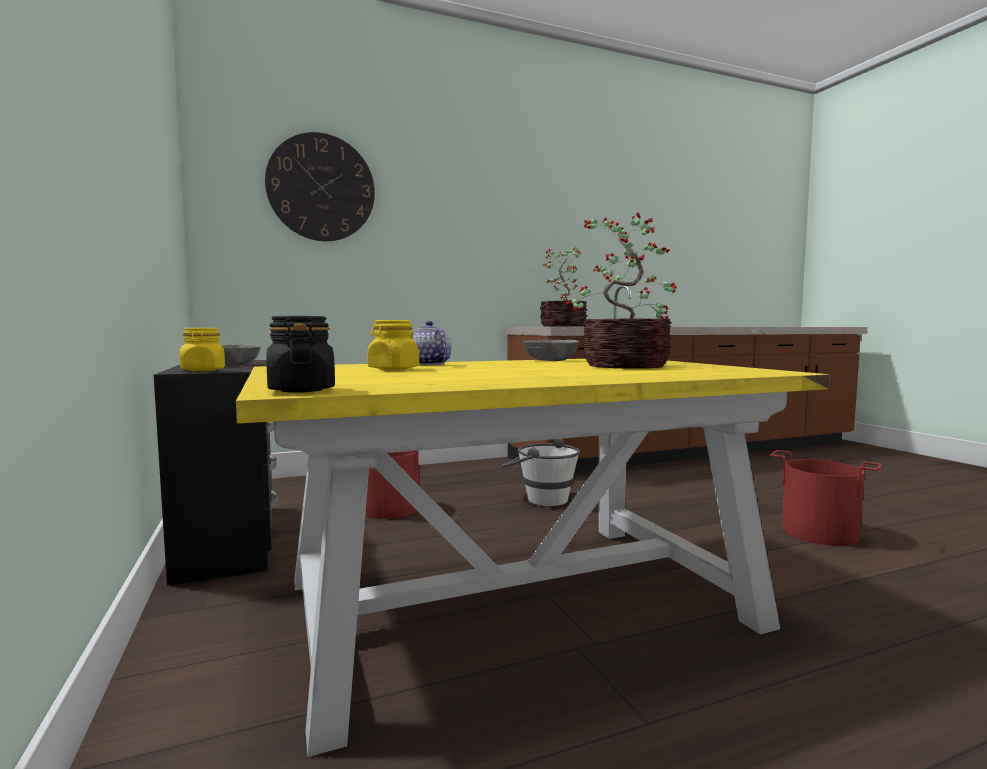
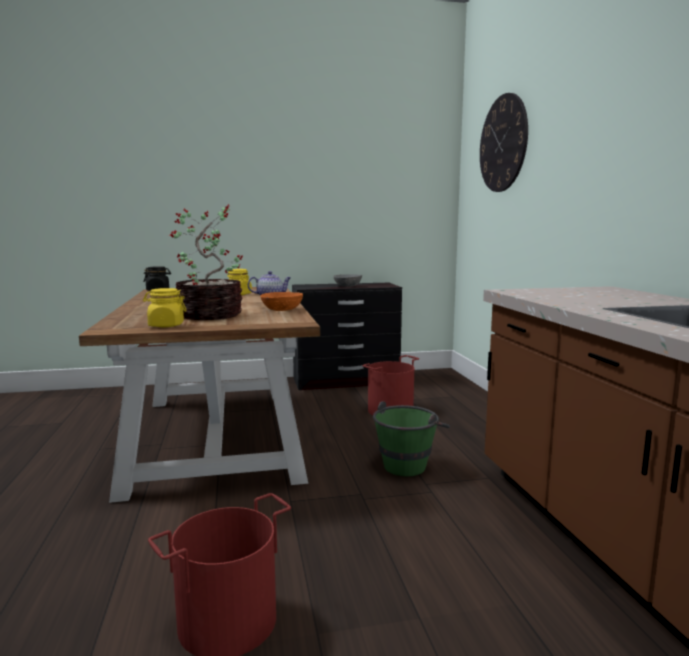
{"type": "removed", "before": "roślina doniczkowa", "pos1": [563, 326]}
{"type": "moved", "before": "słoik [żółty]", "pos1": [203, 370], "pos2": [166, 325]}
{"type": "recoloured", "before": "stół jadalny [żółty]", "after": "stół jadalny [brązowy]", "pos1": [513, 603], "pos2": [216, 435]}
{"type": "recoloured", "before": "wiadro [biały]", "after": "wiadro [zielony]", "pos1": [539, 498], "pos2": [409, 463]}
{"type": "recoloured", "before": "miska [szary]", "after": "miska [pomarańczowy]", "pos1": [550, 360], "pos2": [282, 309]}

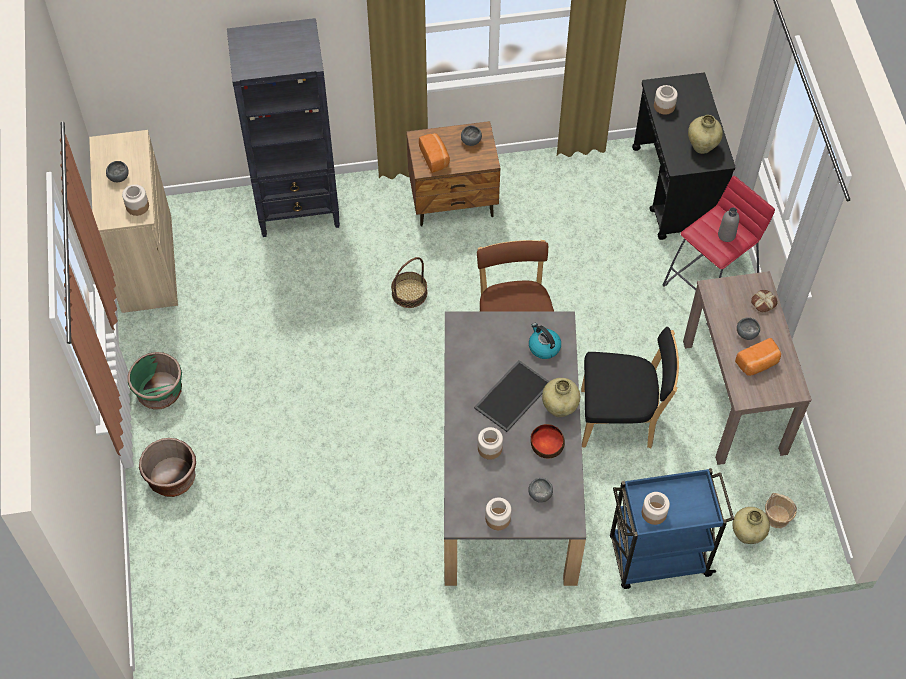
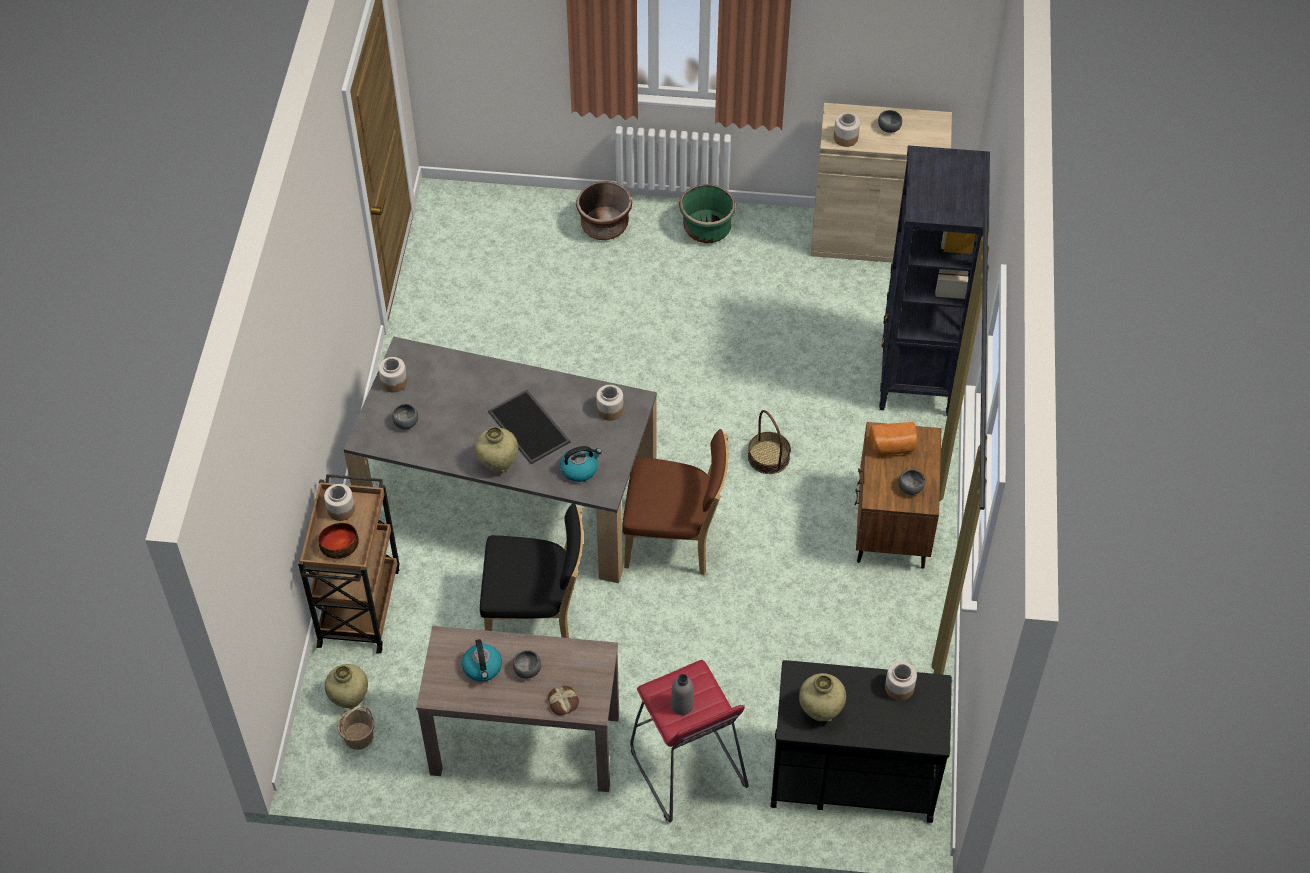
{"type": "moved", "before": "słoik", "pos1": [490, 448], "pos2": [609, 410]}
{"type": "moved", "before": "miska", "pos1": [546, 444], "pos2": [340, 545]}
{"type": "replaced", "before": "chleb", "after": "czajnik", "pos1": [757, 364], "pos2": [482, 668]}
{"type": "recoloured", "before": "wózek [niebieski]", "after": "wózek [brązowy]", "pos1": [657, 557], "pos2": [359, 604]}
{"type": "turned", "before": "krzesło [czarny]", "pos1": [621, 419], "pos2": [536, 618], "turn": -105}

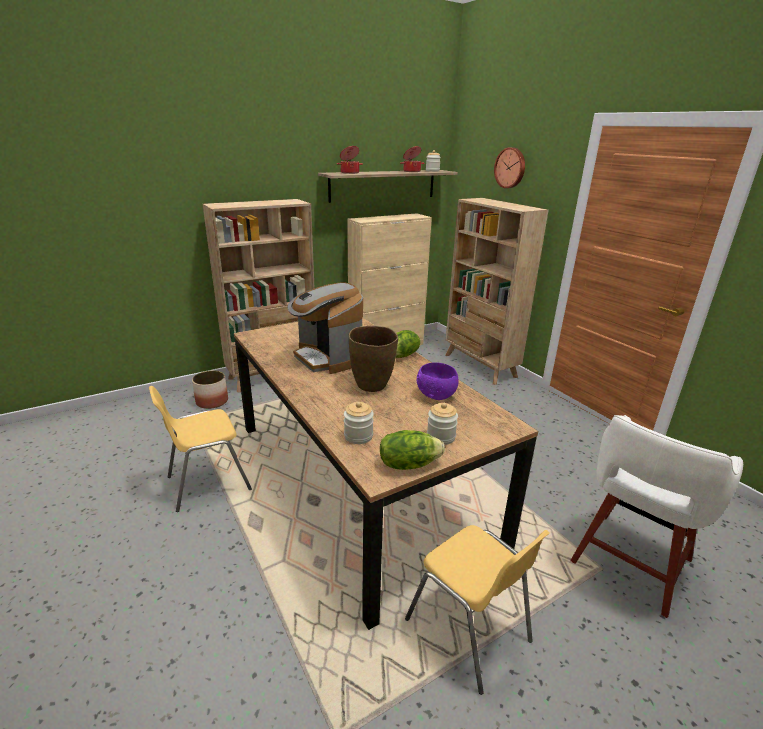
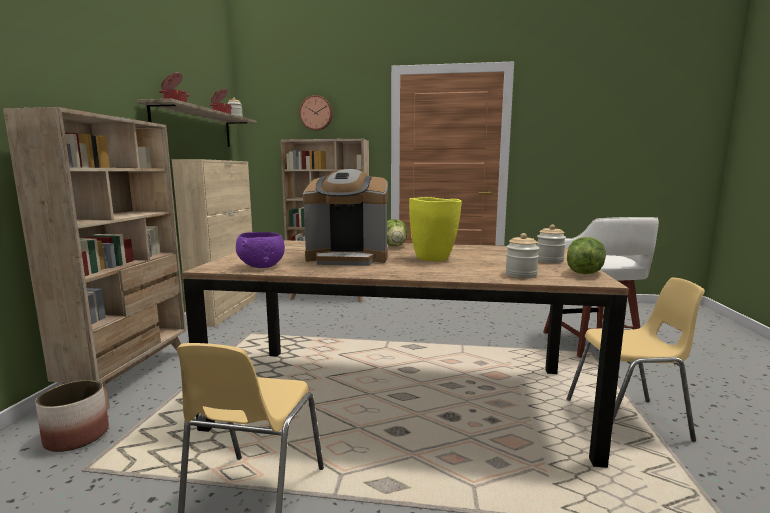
{"type": "moved", "before": "miska [fioletowy]", "pos1": [436, 395], "pos2": [262, 266]}
{"type": "recoloured", "before": "wazon [brązowy]", "after": "wazon [żółty]", "pos1": [372, 385], "pos2": [433, 258]}

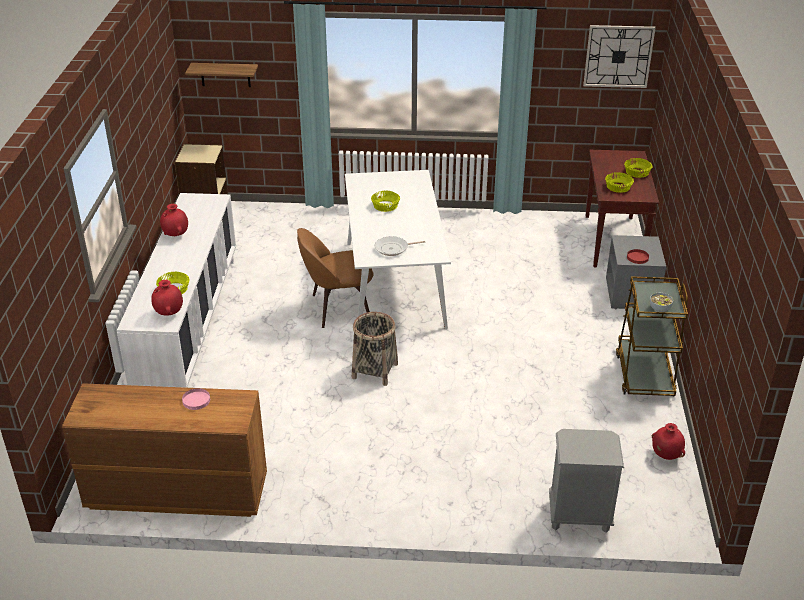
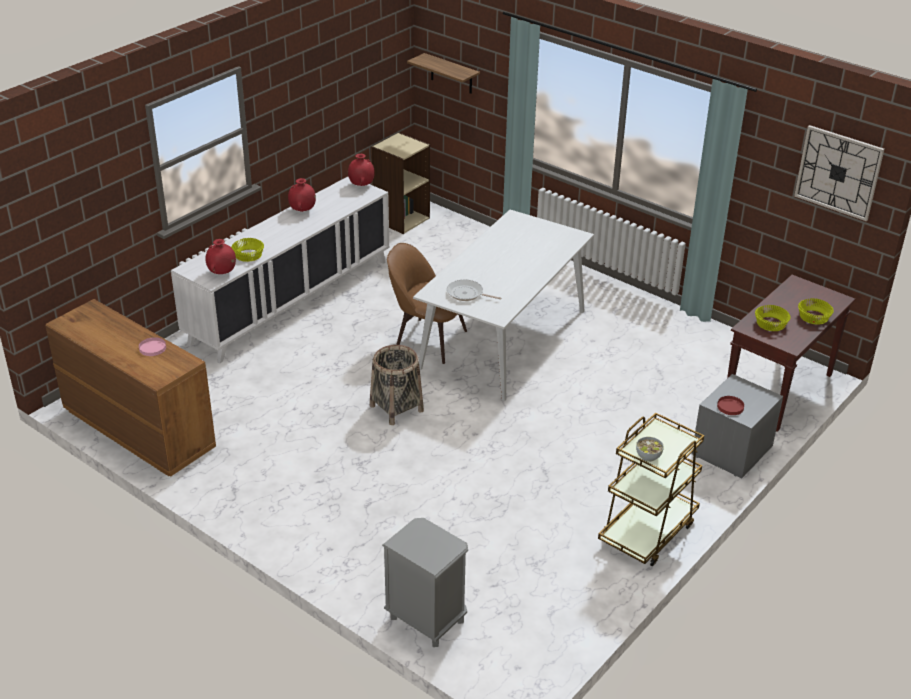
{"type": "removed", "before": "miska [żółty]", "pos1": [385, 206]}
{"type": "moved", "before": "wazon [czerwony]", "pos1": [665, 455], "pos2": [361, 185]}

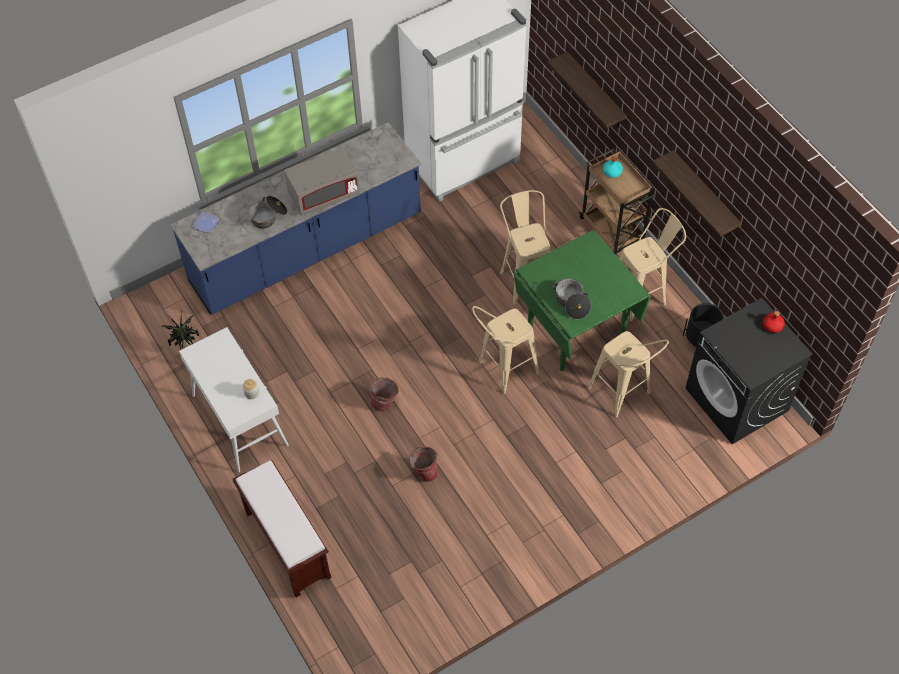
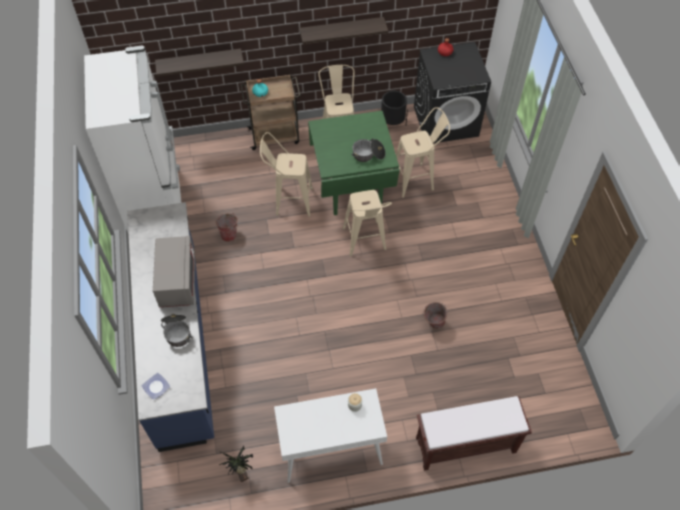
{"type": "moved", "before": "wiadro", "pos1": [385, 403], "pos2": [230, 234]}

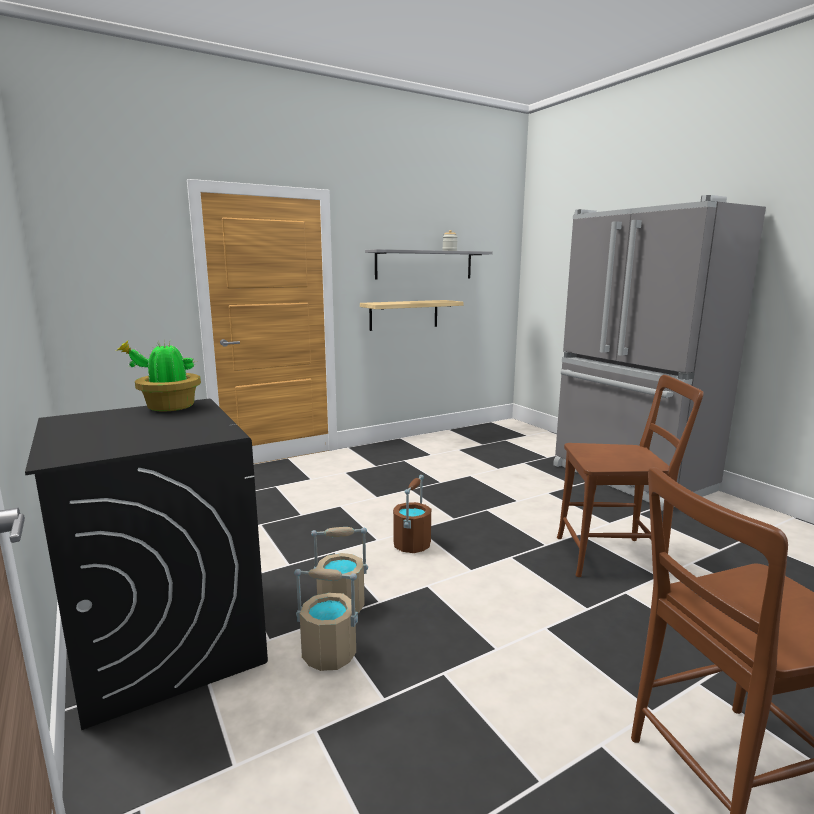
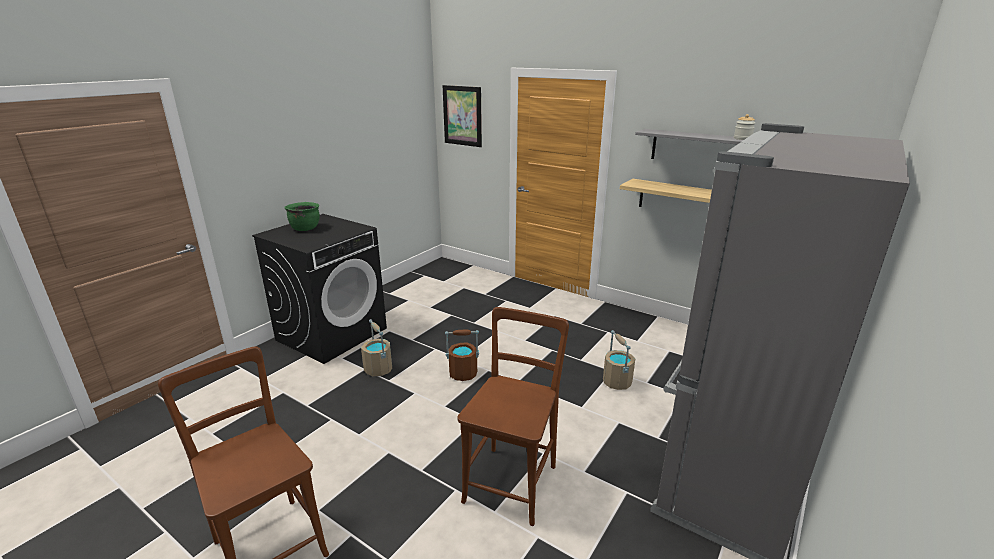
{"type": "removed", "before": "roślina doniczkowa", "pos1": [168, 407]}
{"type": "added", "after": "garnek [zielony]", "pos2": [305, 228]}
{"type": "added", "after": "obraz", "pos2": [462, 116]}
{"type": "moved", "before": "wiadro [beżowy]", "pos1": [329, 654], "pos2": [616, 382]}
{"type": "turned", "before": "krzesło [brązowy]", "pos1": [614, 557], "pos2": [513, 479], "turn": -135}

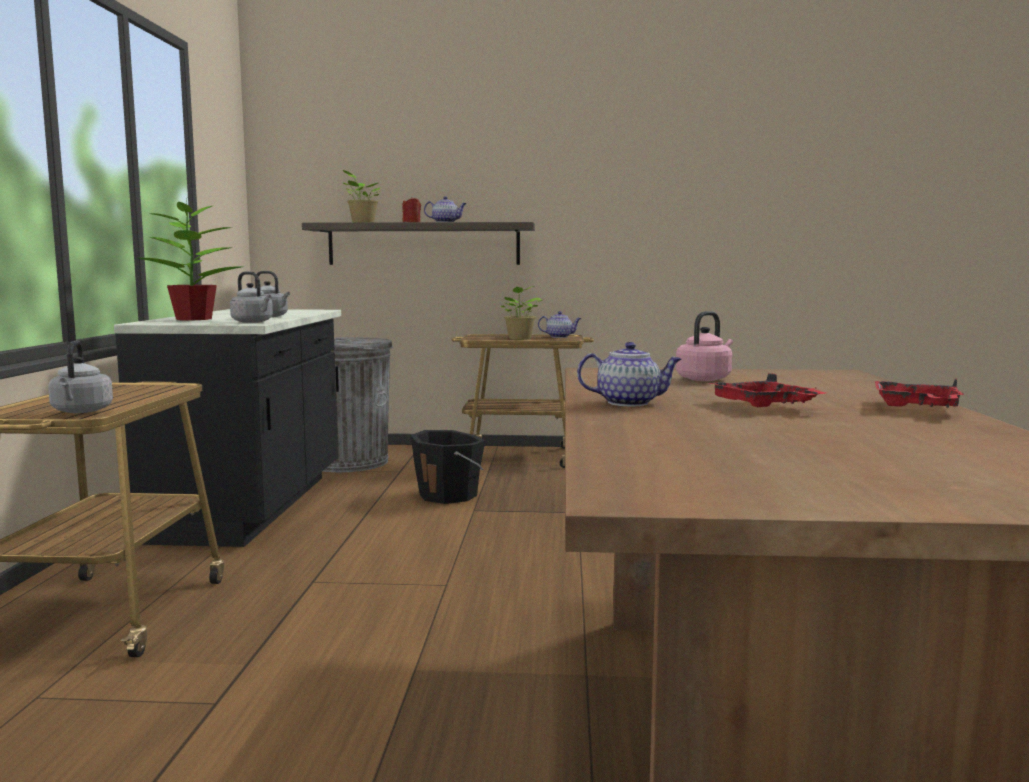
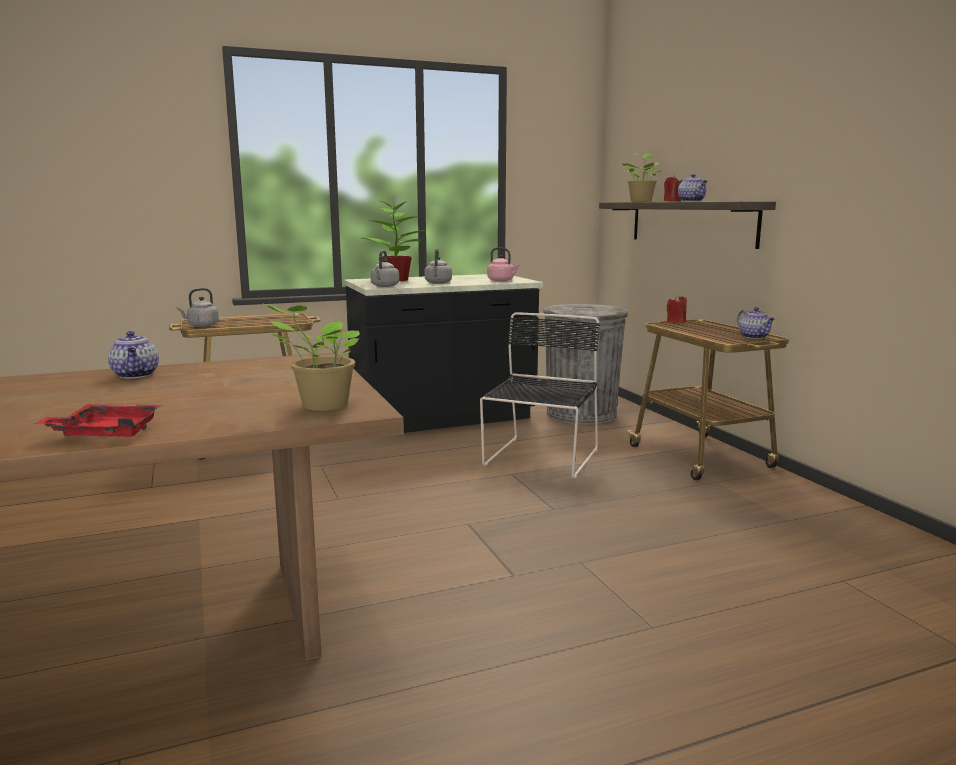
{"type": "removed", "before": "taca [czerwony]", "pos1": [764, 406]}
{"type": "added", "after": "świeca [czerwony]", "pos2": [676, 322]}
{"type": "moved", "before": "roślina doniczkowa", "pos1": [519, 339], "pos2": [321, 406]}
{"type": "moved", "before": "czajnik [różowy]", "pos1": [705, 379], "pos2": [502, 281]}
{"type": "replaced", "before": "wiadro [czarny]", "after": "krzesło [czarny]", "pos1": [449, 495], "pos2": [540, 458]}

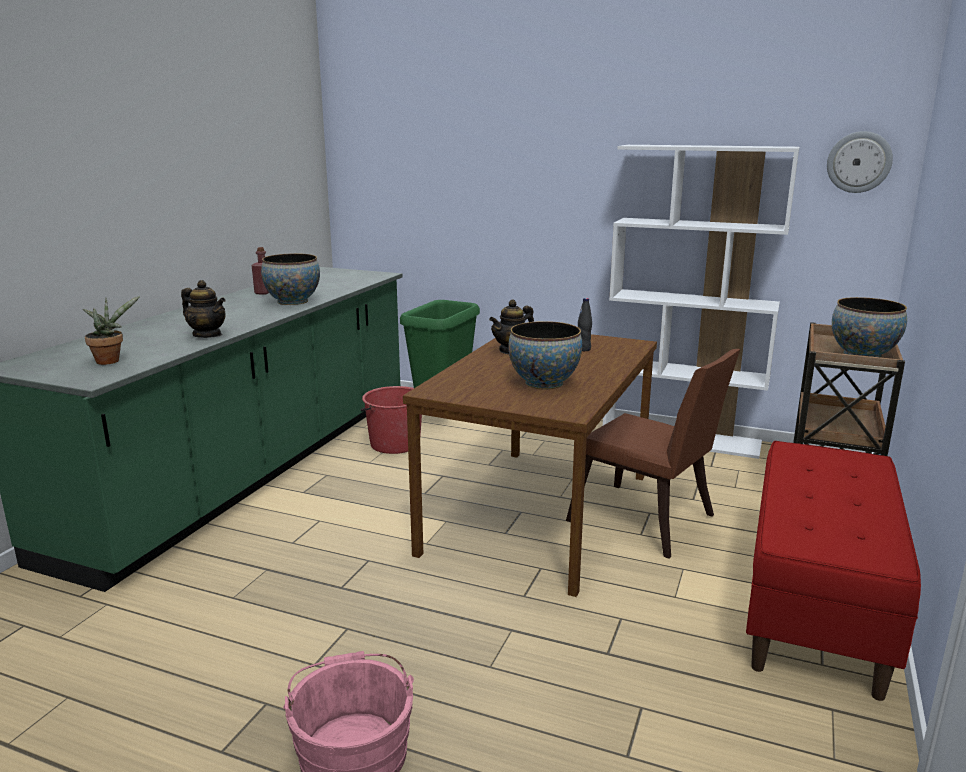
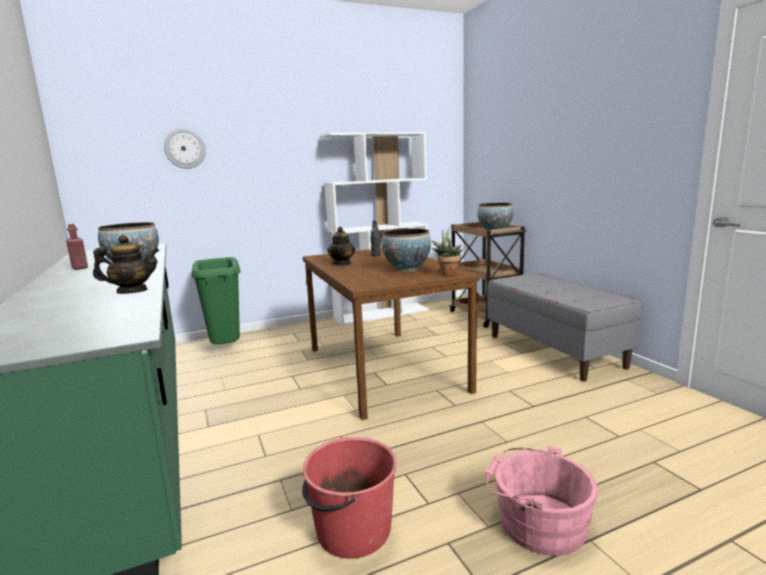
{"type": "removed", "before": "krzesło [brązowy]", "pos1": [648, 523]}
{"type": "moved", "before": "roślina doniczkowa", "pos1": [110, 360], "pos2": [447, 273]}
{"type": "moved", "before": "wiadro [czerwony]", "pos1": [394, 444], "pos2": [352, 530]}
{"type": "moved", "before": "zegar ścienny", "pos1": [859, 162], "pos2": [185, 148]}
{"type": "recoloured", "before": "ławka [czerwony]", "after": "ławka [szary]", "pos1": [816, 607], "pos2": [554, 351]}

